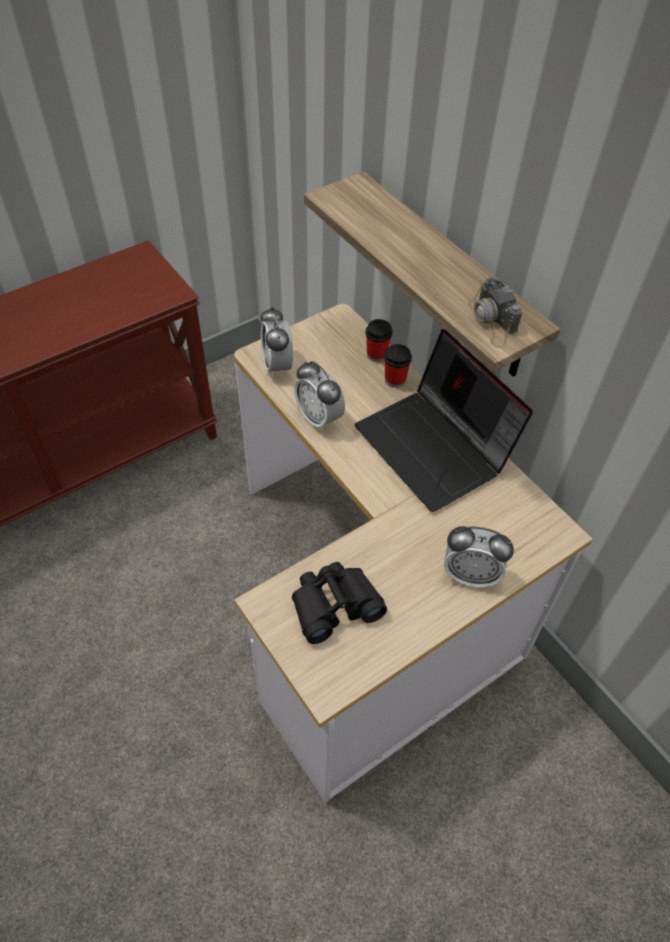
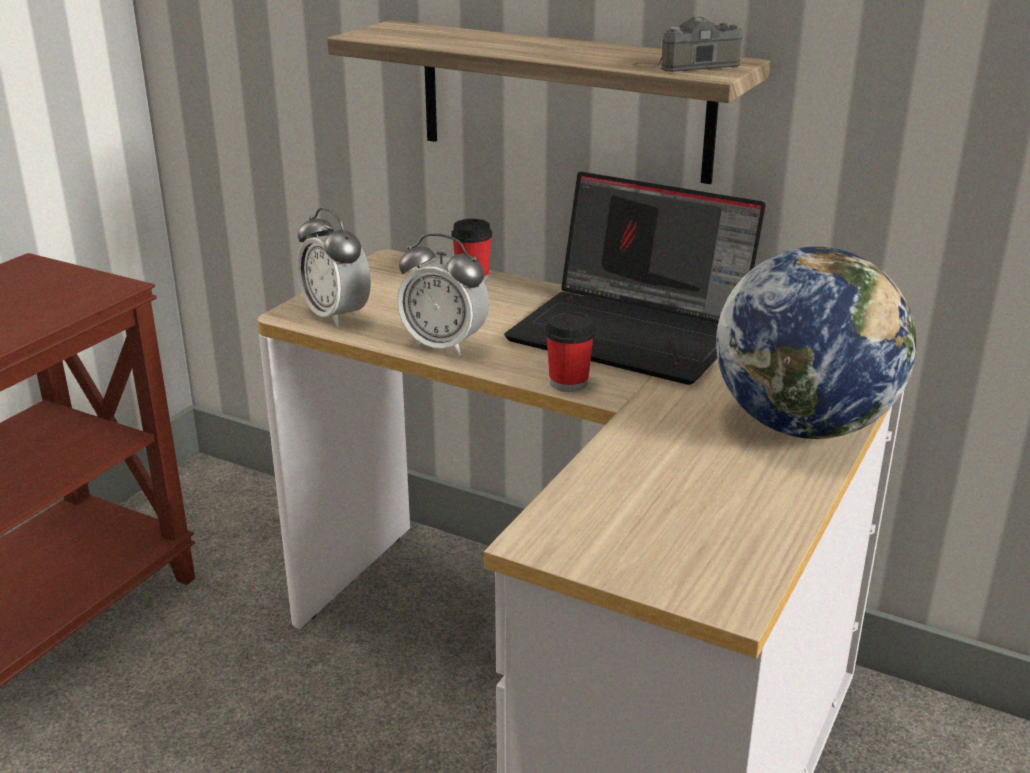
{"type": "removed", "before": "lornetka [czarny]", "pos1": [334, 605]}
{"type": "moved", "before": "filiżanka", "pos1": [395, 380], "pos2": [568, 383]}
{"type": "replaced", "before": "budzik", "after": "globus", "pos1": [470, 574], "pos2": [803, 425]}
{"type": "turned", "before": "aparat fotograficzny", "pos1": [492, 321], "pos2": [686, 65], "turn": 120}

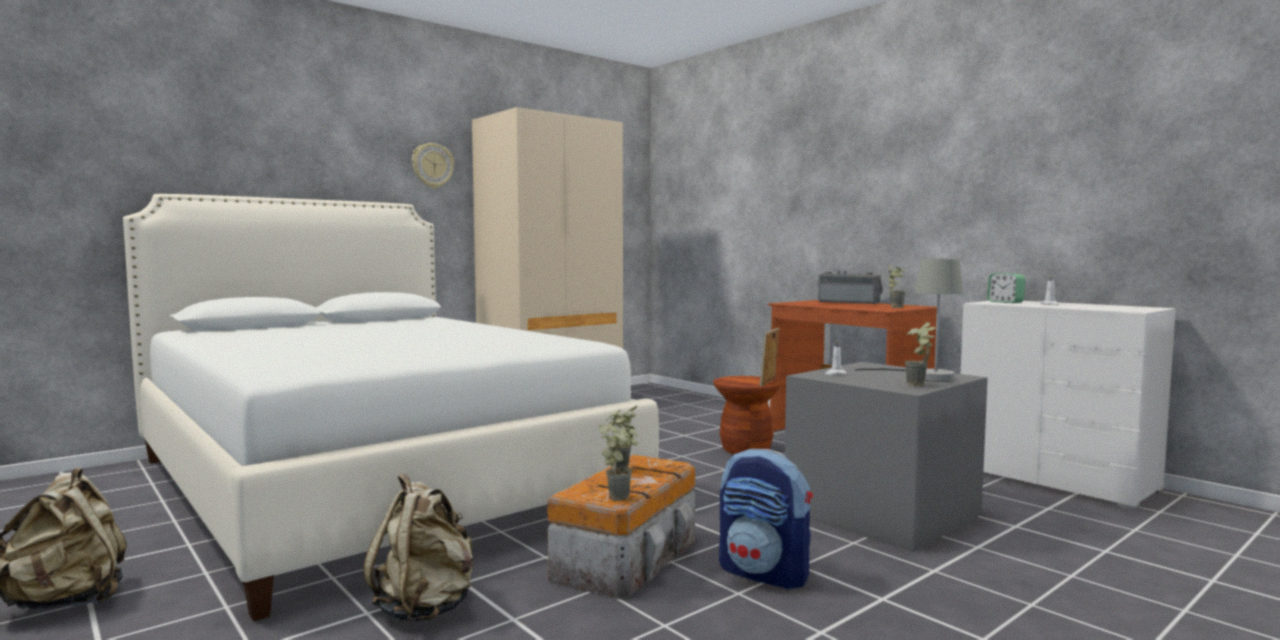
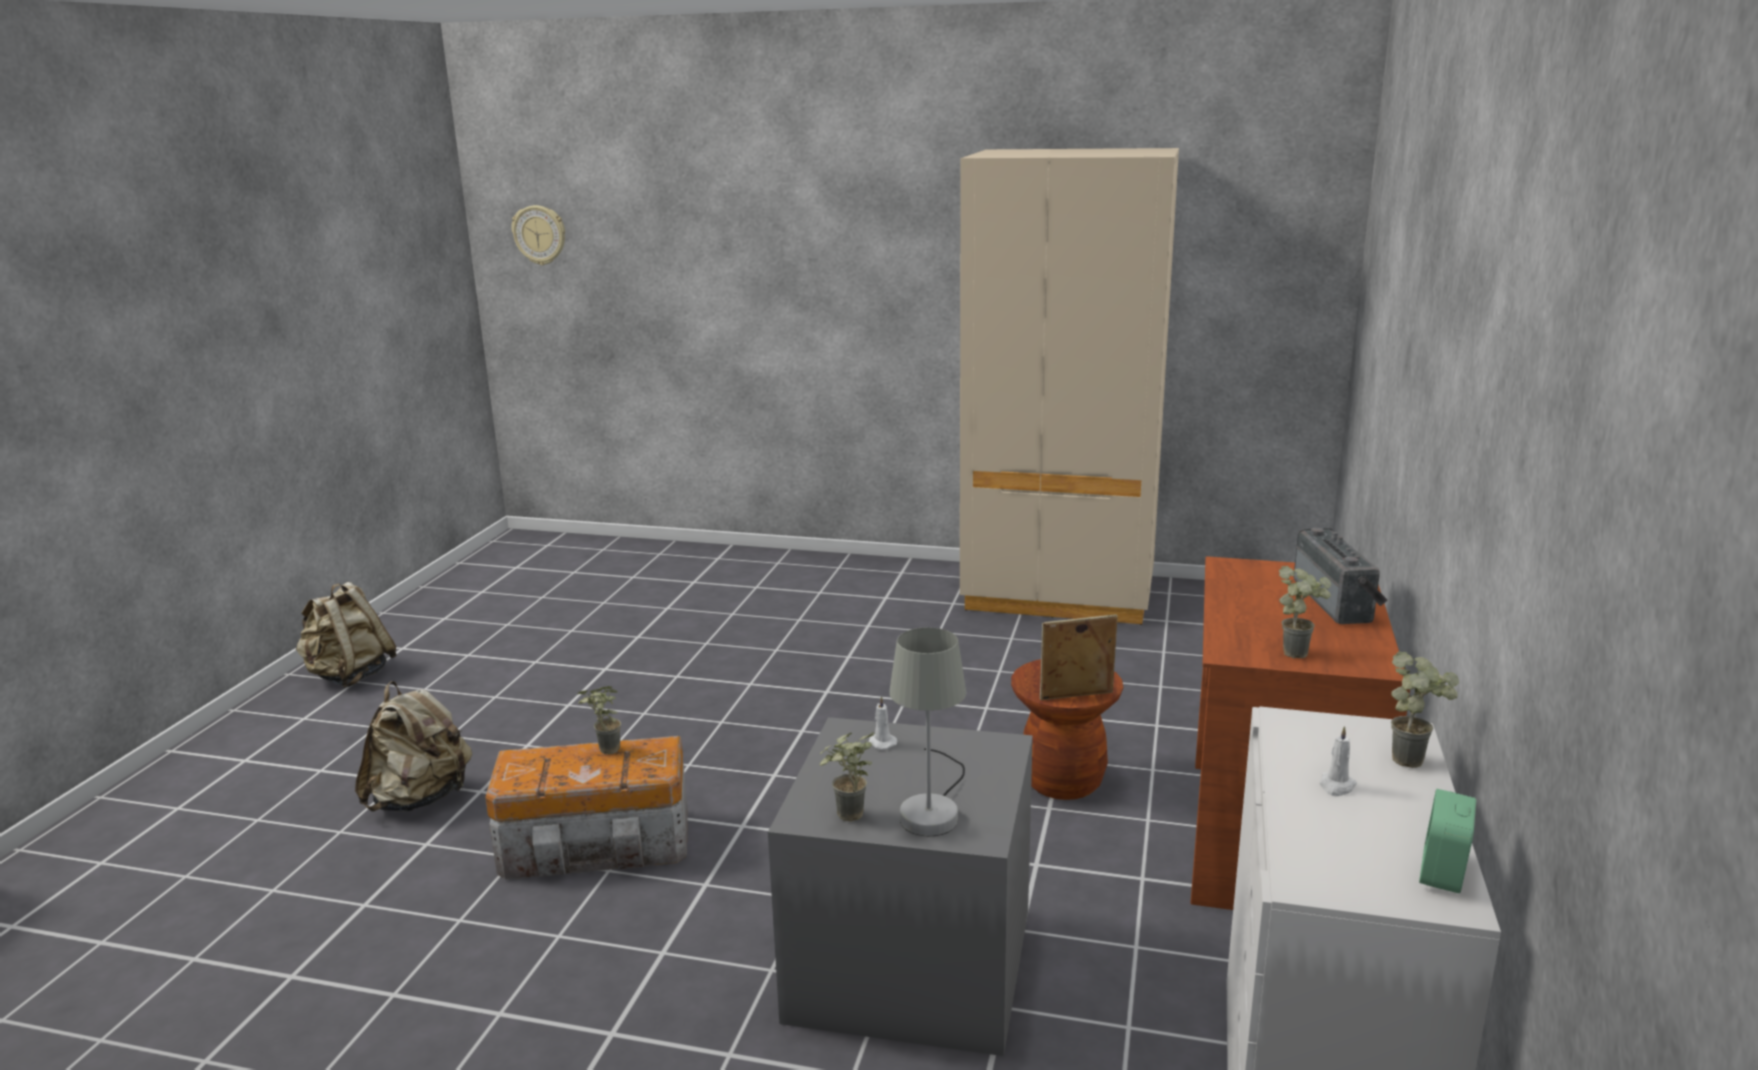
{"type": "removed", "before": "łóżko [biały]", "pos1": [375, 480]}
{"type": "removed", "before": "plecak", "pos1": [765, 574]}
{"type": "moved", "before": "zegar ścienny", "pos1": [432, 166], "pos2": [540, 235]}
{"type": "moved", "before": "roślina doniczkowa", "pos1": [620, 496], "pos2": [1414, 759]}
{"type": "moved", "before": "budzik", "pos1": [1005, 302], "pos2": [1442, 872]}

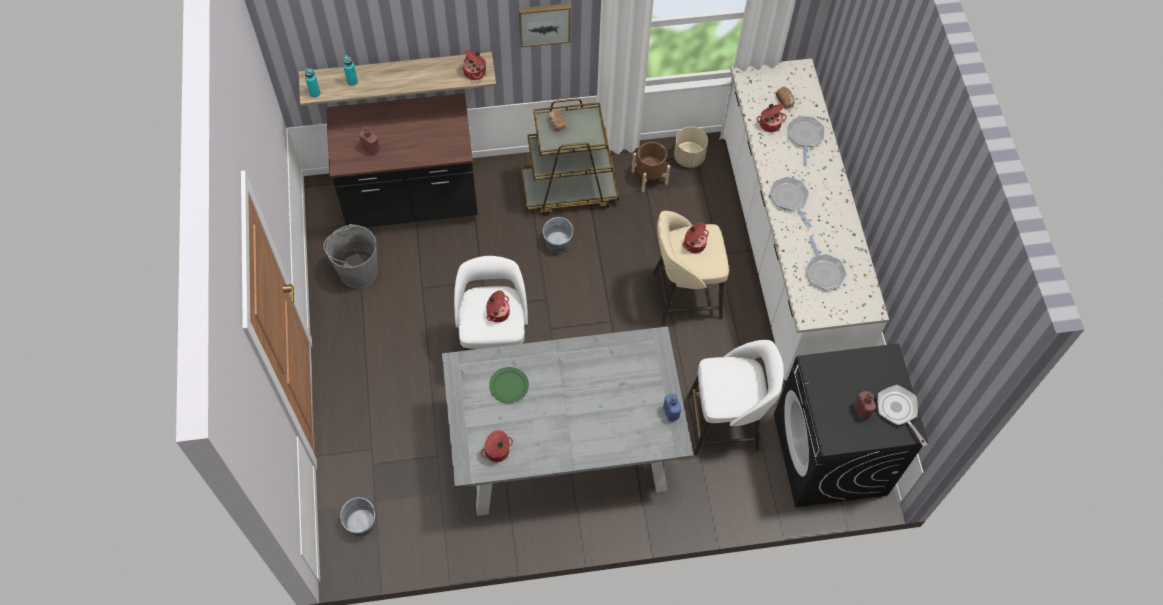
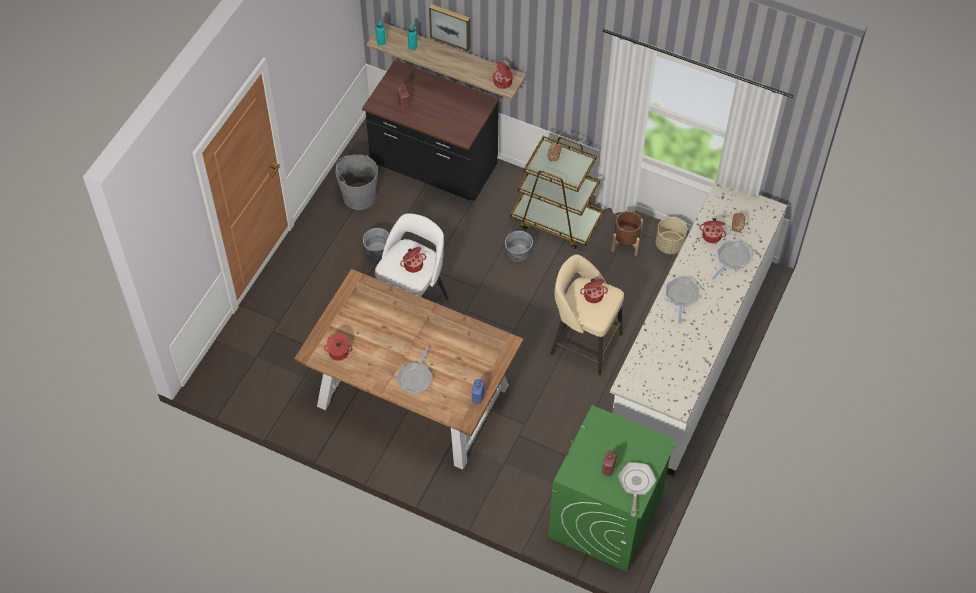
{"type": "removed", "before": "talerz [zielony]", "pos1": [509, 385]}
{"type": "removed", "before": "stołek [biały]", "pos1": [725, 423]}
{"type": "moved", "before": "wiadro [szary]", "pos1": [361, 523], "pos2": [377, 250]}
{"type": "moved", "before": "obraz", "pos1": [544, 23], "pos2": [451, 25]}
{"type": "moved", "before": "patelnia", "pos1": [823, 272], "pos2": [415, 378]}
{"type": "recoloured", "before": "stół jadalny [szary]", "after": "stół jadalny [brązowy]", "pos1": [565, 445], "pos2": [414, 396]}
{"type": "recoloured", "before": "pralka [czarny]", "after": "pralka [zielony]", "pos1": [830, 455], "pos2": [605, 518]}

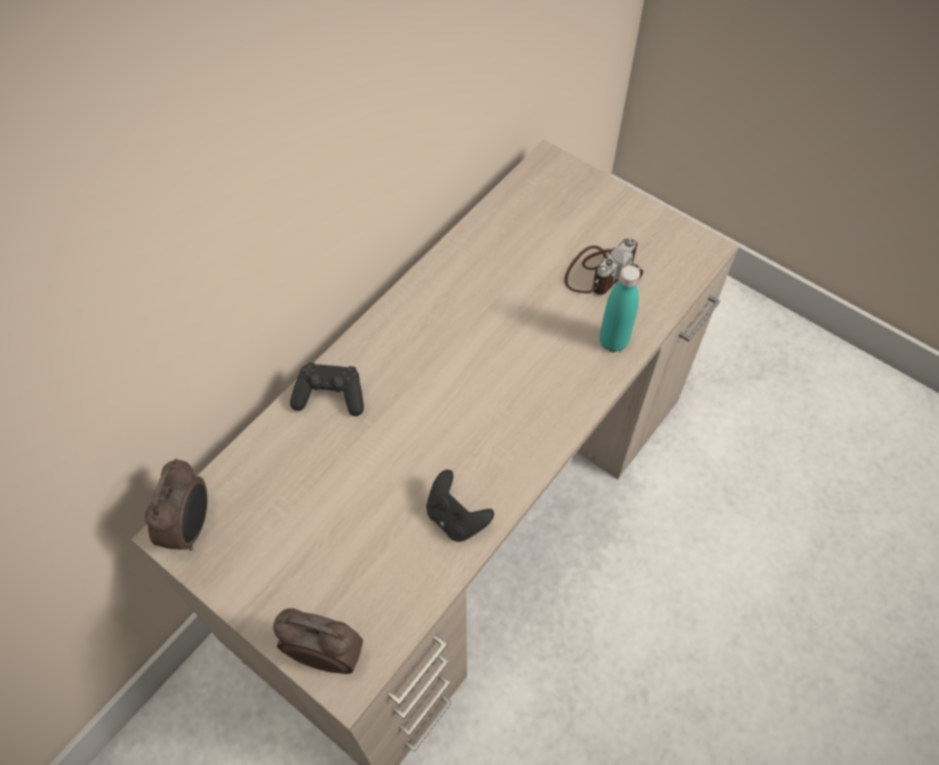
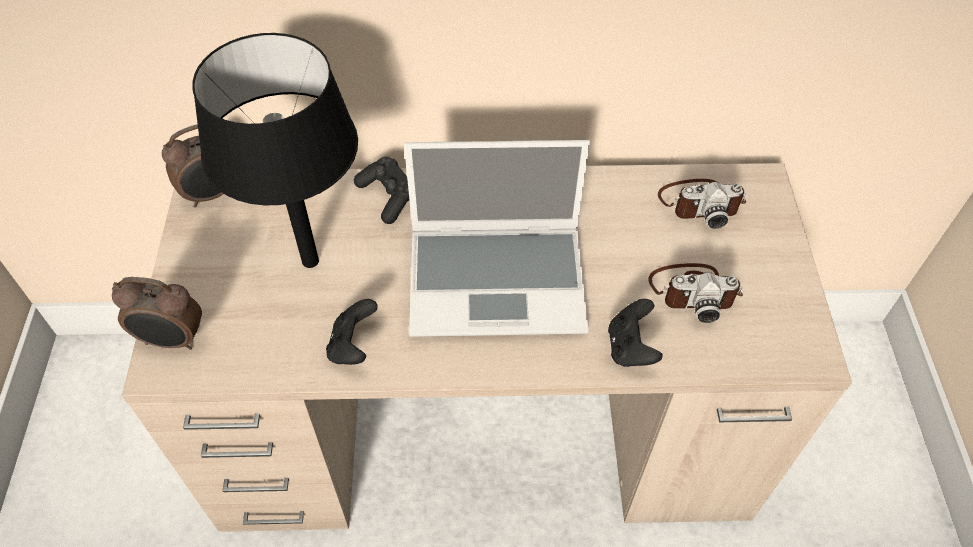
{"type": "added", "after": "lampa stołowa [czarny]", "pos2": [311, 261]}
{"type": "added", "after": "laptop", "pos2": [499, 280]}
{"type": "added", "after": "aparat fotograficzny", "pos2": [699, 203]}
{"type": "replaced", "before": "butelka [turkusowy]", "after": "pad do gier [czarny]", "pos1": [613, 342], "pos2": [630, 347]}
{"type": "turned", "before": "budzik", "pos1": [326, 653], "pos2": [172, 340], "turn": 120}

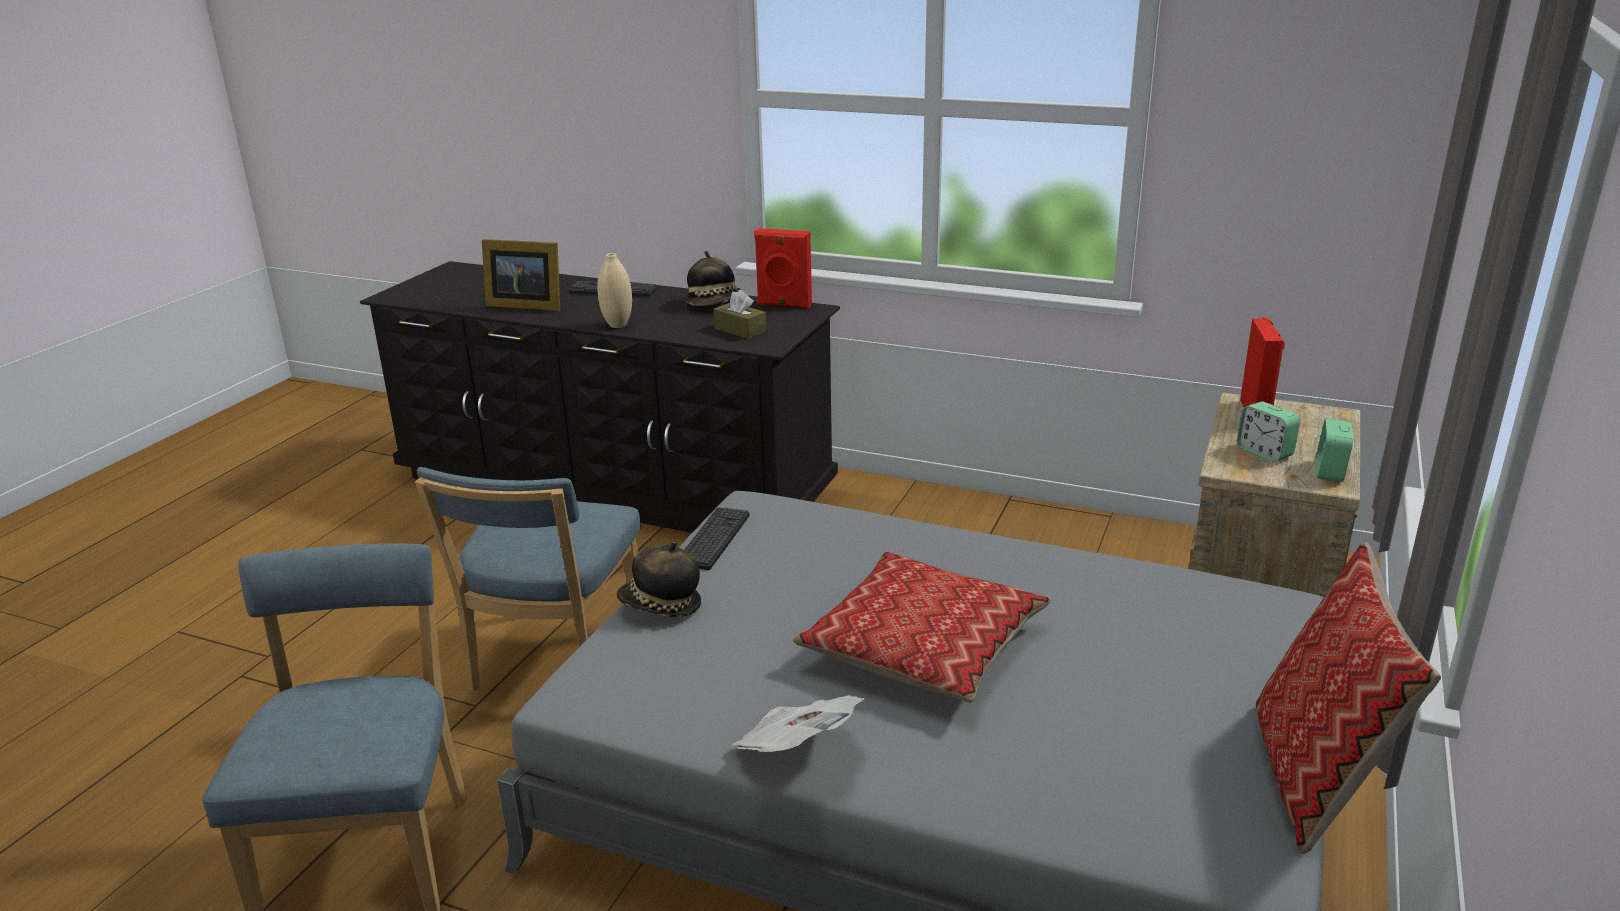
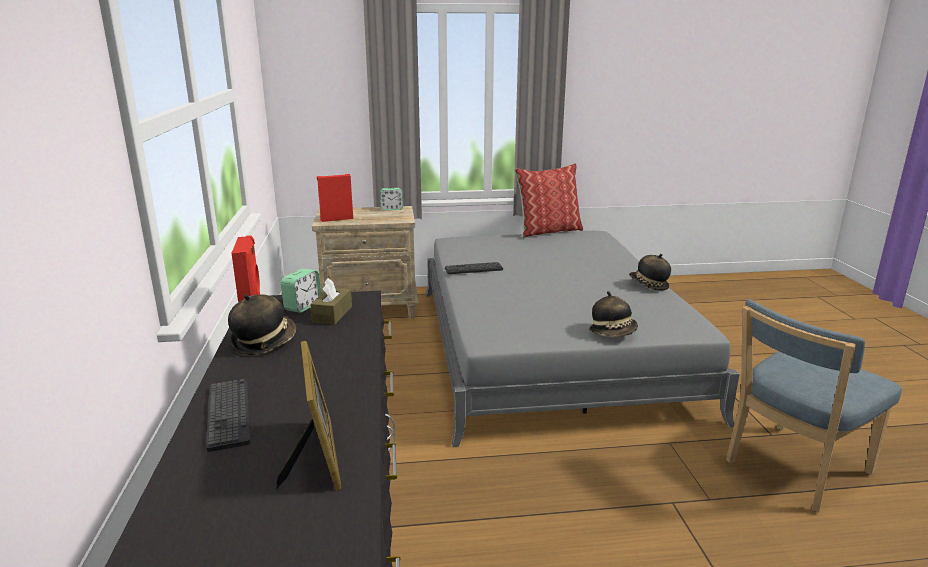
{"type": "removed", "before": "krzesło [niebieski]", "pos1": [554, 662]}
{"type": "removed", "before": "wazon [beżowy]", "pos1": [617, 325]}
{"type": "removed", "before": "poduszka", "pos1": [924, 644]}
{"type": "moved", "before": "klawiatura", "pos1": [713, 539], "pos2": [473, 269]}
{"type": "moved", "before": "budzik", "pos1": [1264, 452], "pos2": [303, 306]}
{"type": "replaced", "before": "gazeta", "after": "kapelusz", "pos1": [797, 750], "pos2": [648, 285]}

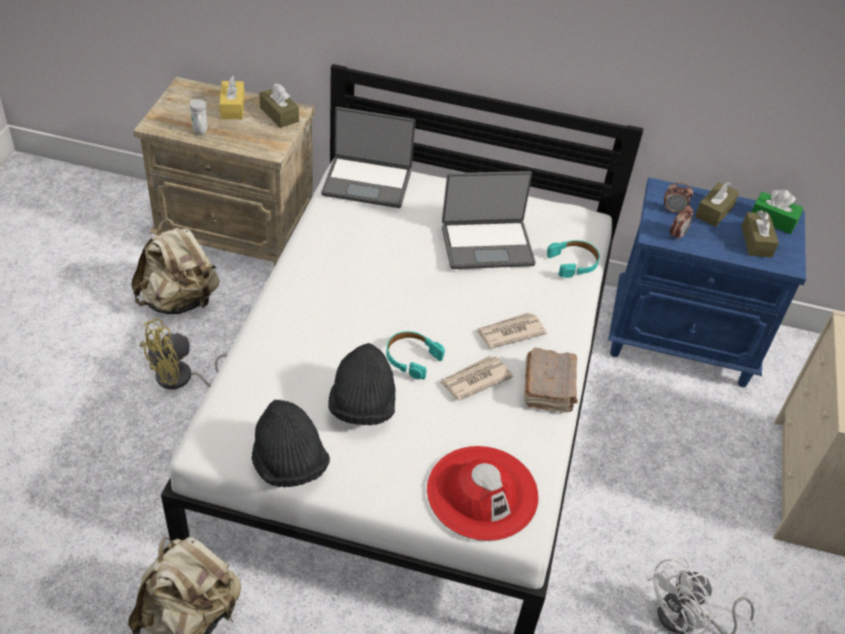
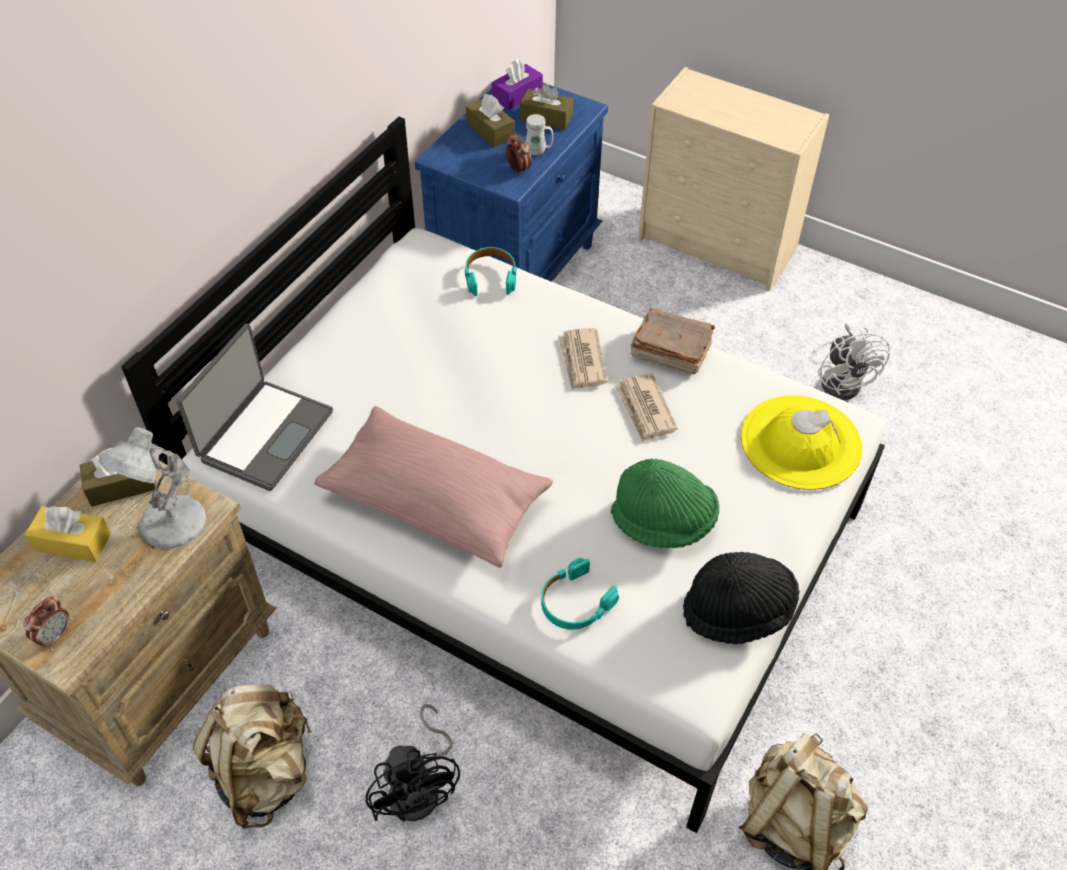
{"type": "removed", "before": "laptop", "pos1": [487, 244]}
{"type": "added", "after": "lampa stołowa [biały]", "pos2": [170, 524]}
{"type": "added", "after": "poduszka [różowy]", "pos2": [435, 501]}
{"type": "moved", "before": "kubek [biały]", "pos1": [200, 132], "pos2": [539, 151]}
{"type": "moved", "before": "słuchawki [turkusowy]", "pos1": [411, 358], "pos2": [575, 602]}
{"type": "moved", "before": "budzik", "pos1": [673, 210], "pos2": [55, 635]}
{"type": "recoloured", "before": "wentylator [żółty]", "after": "wentylator [czarny]", "pos1": [182, 379], "pos2": [420, 787]}
{"type": "recoloured", "before": "kapelusz [czarny]", "after": "kapelusz [zielony]", "pos1": [362, 406], "pos2": [663, 522]}
{"type": "recoloured", "before": "kapelusz [czerwony]", "after": "kapelusz [żółty]", "pos1": [482, 492], "pos2": [800, 442]}
{"type": "recoloured", "before": "pudełko chusteczek [zielony]", "after": "pudełko chusteczek [fioletowy]", "pos1": [773, 220], "pos2": [517, 95]}

